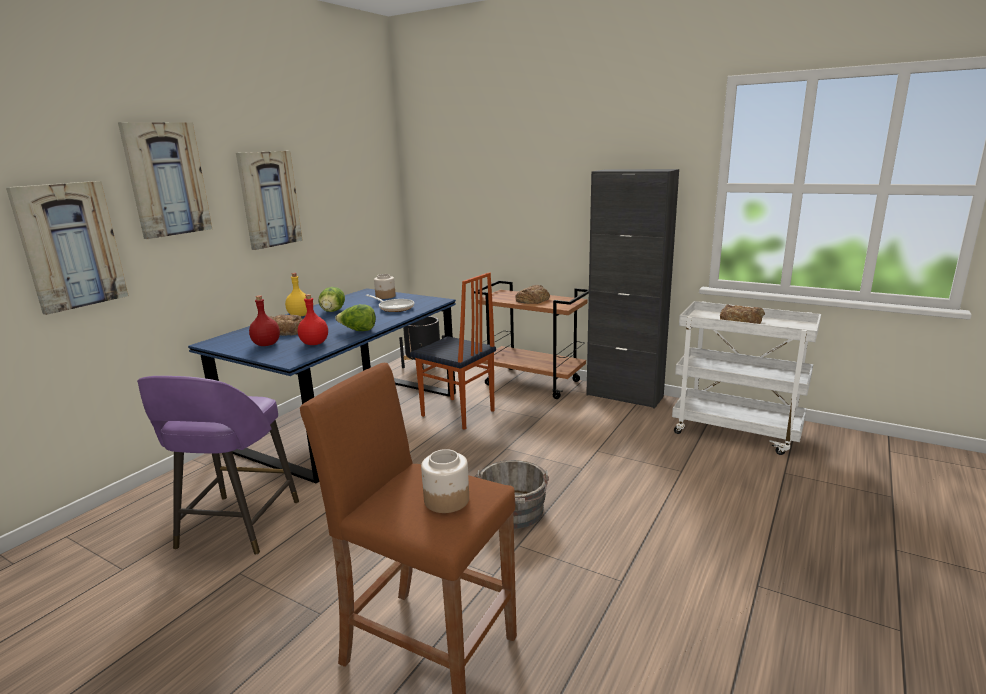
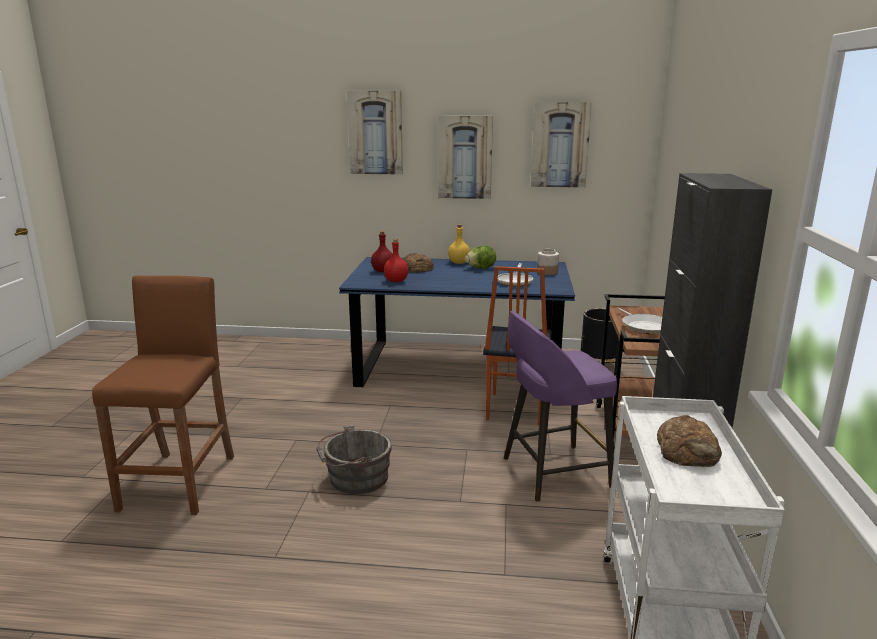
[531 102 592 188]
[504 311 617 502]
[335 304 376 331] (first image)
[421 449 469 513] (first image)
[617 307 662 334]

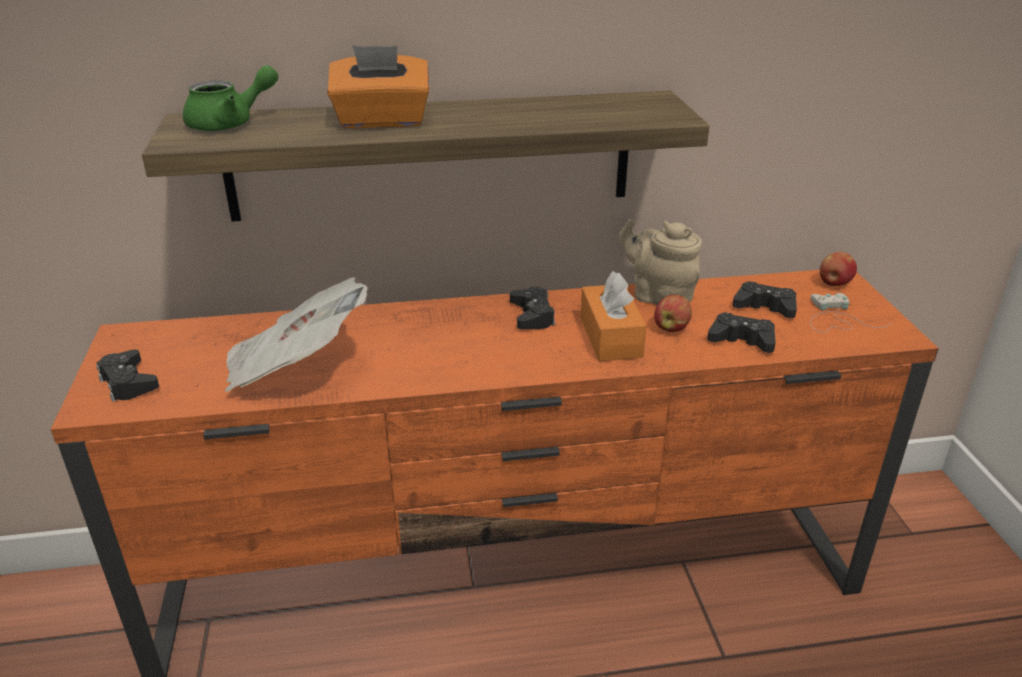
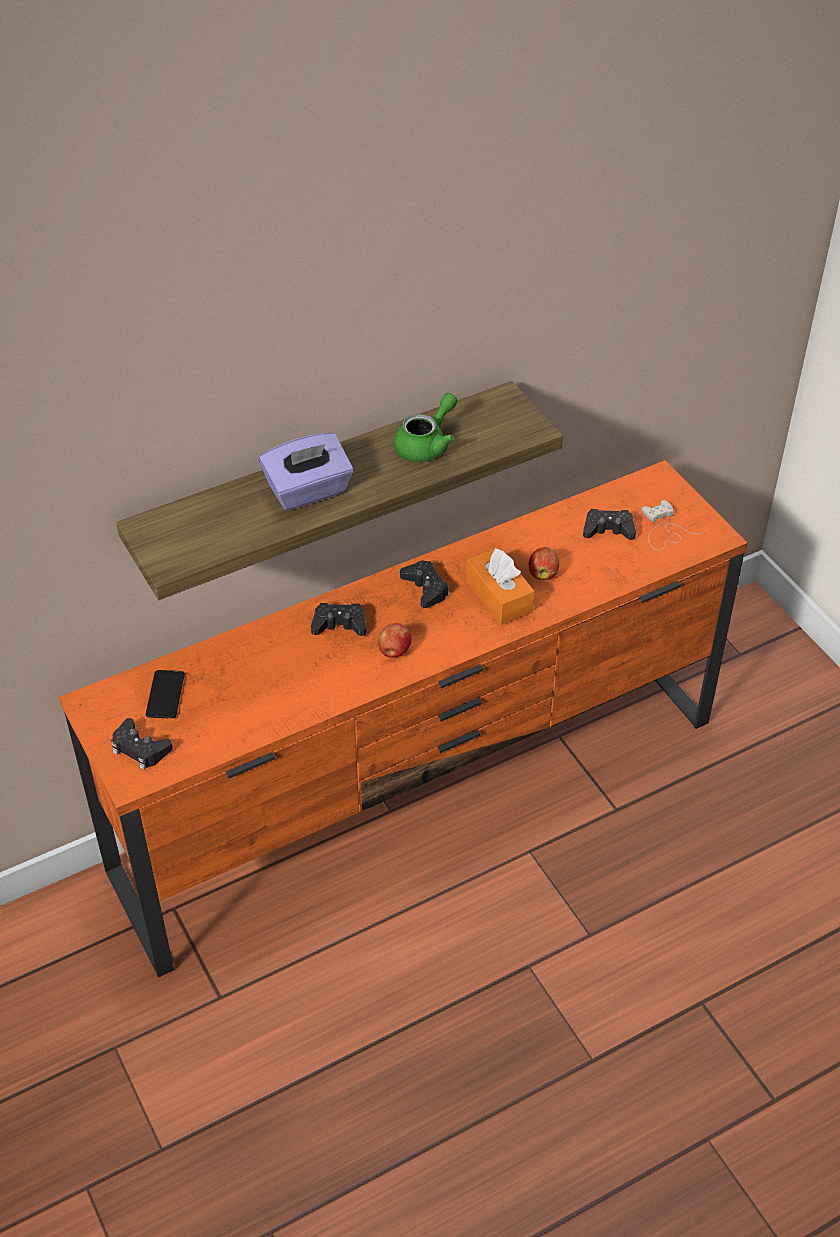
[394 393 457 462]
[225 277 367 392] (first image)
[259 433 353 510]
[619 219 702 305] (first image)
[311 603 366 636]
[378 623 412 658]
[145 670 185 719]

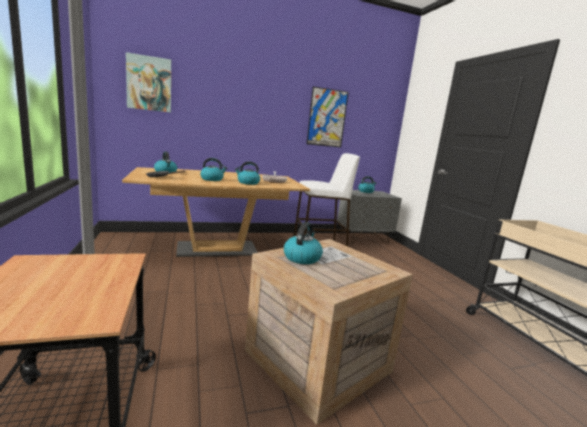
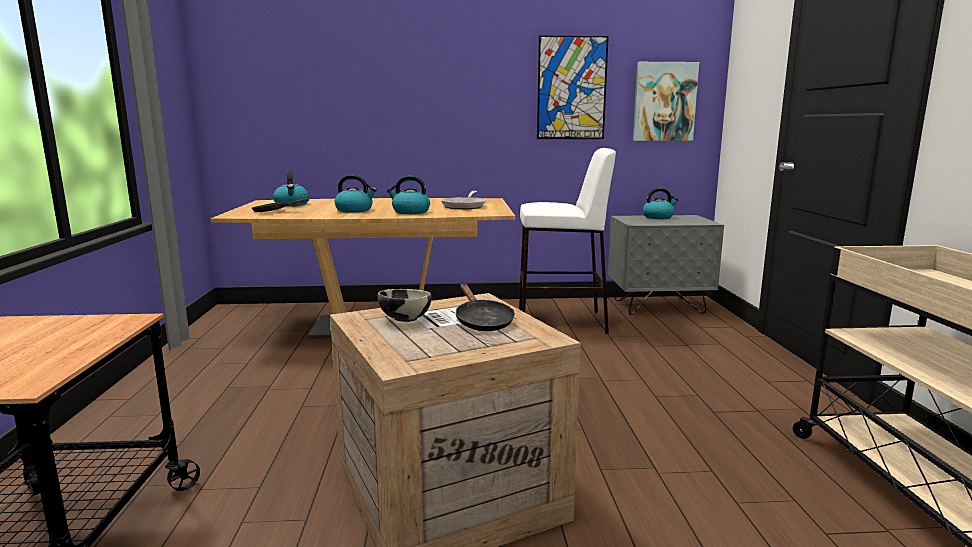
[633 62 699 141]
[378 289 432 322]
[456 284 515 331]

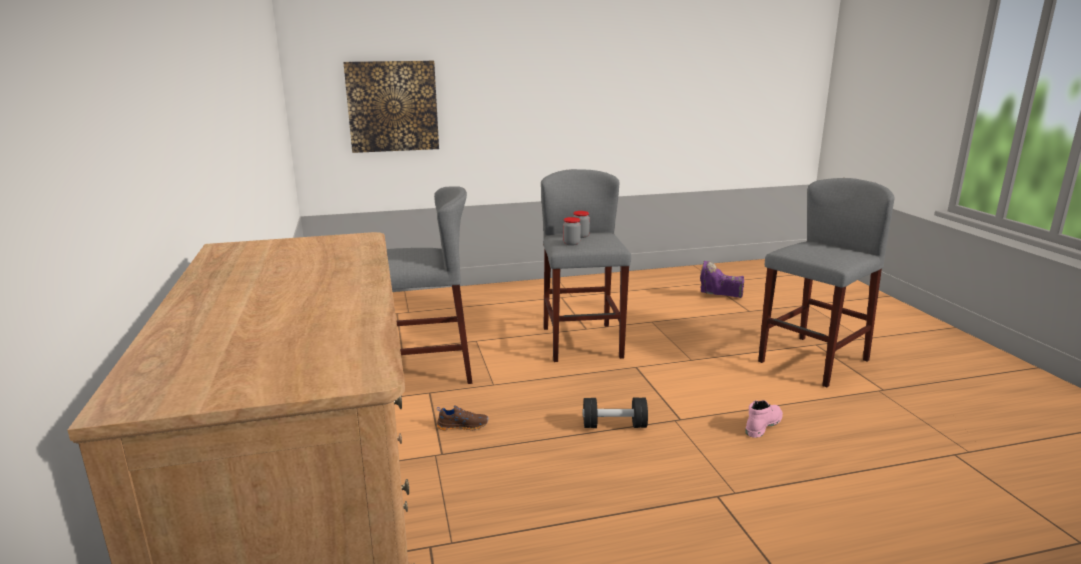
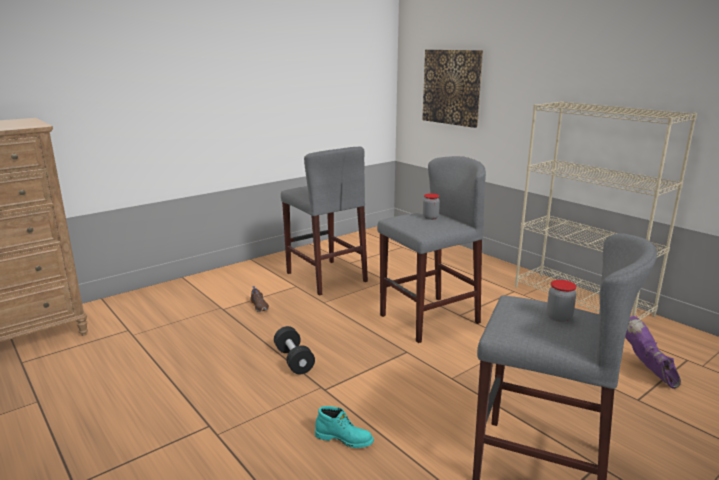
[547 280 577 322]
[315 406 374 448]
[515 101 697 320]

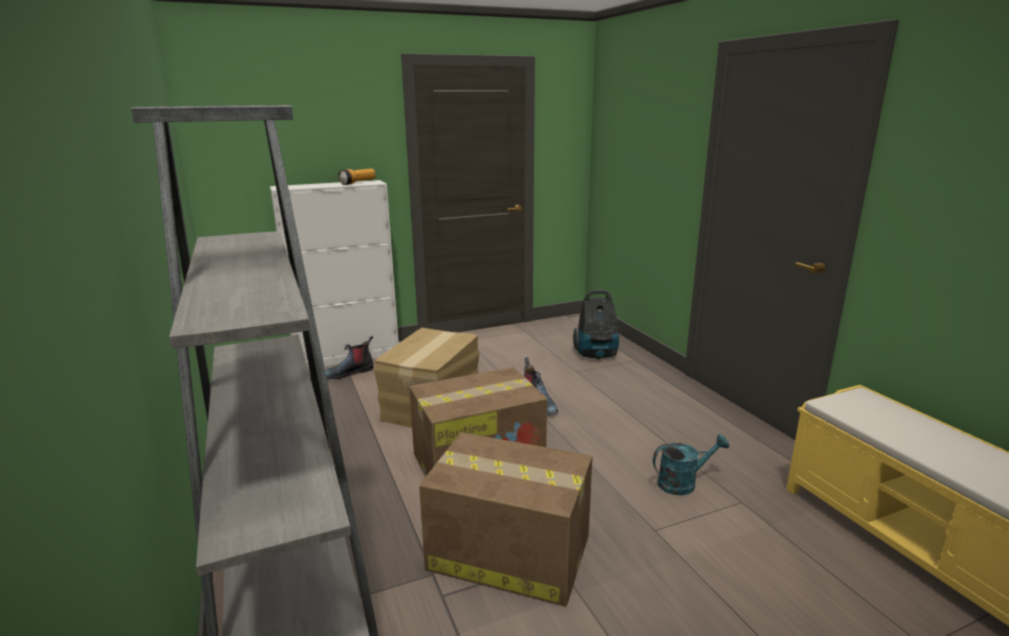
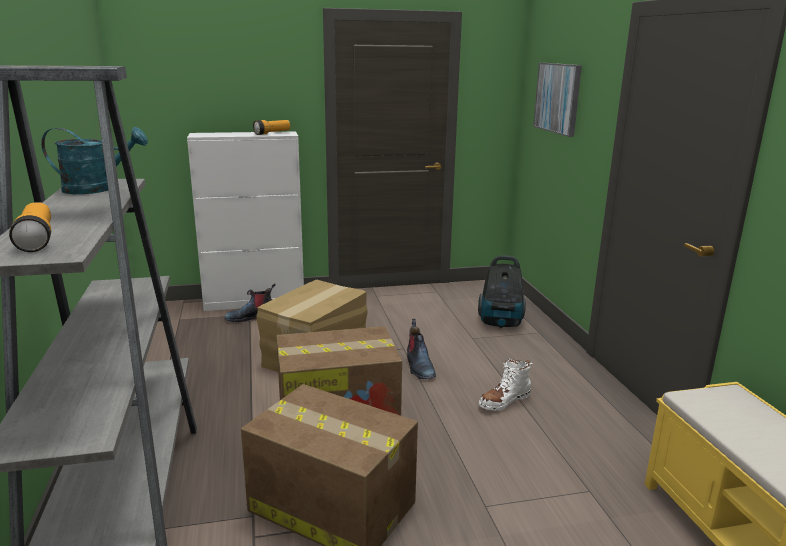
[41 127 148 194]
[9 202 51 252]
[478 358 532 411]
[533 63 582 137]

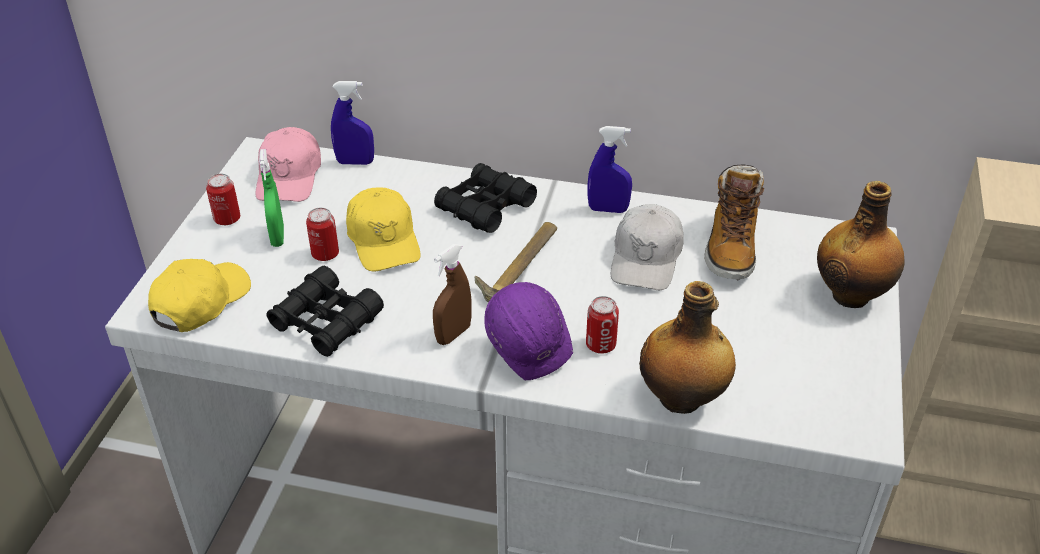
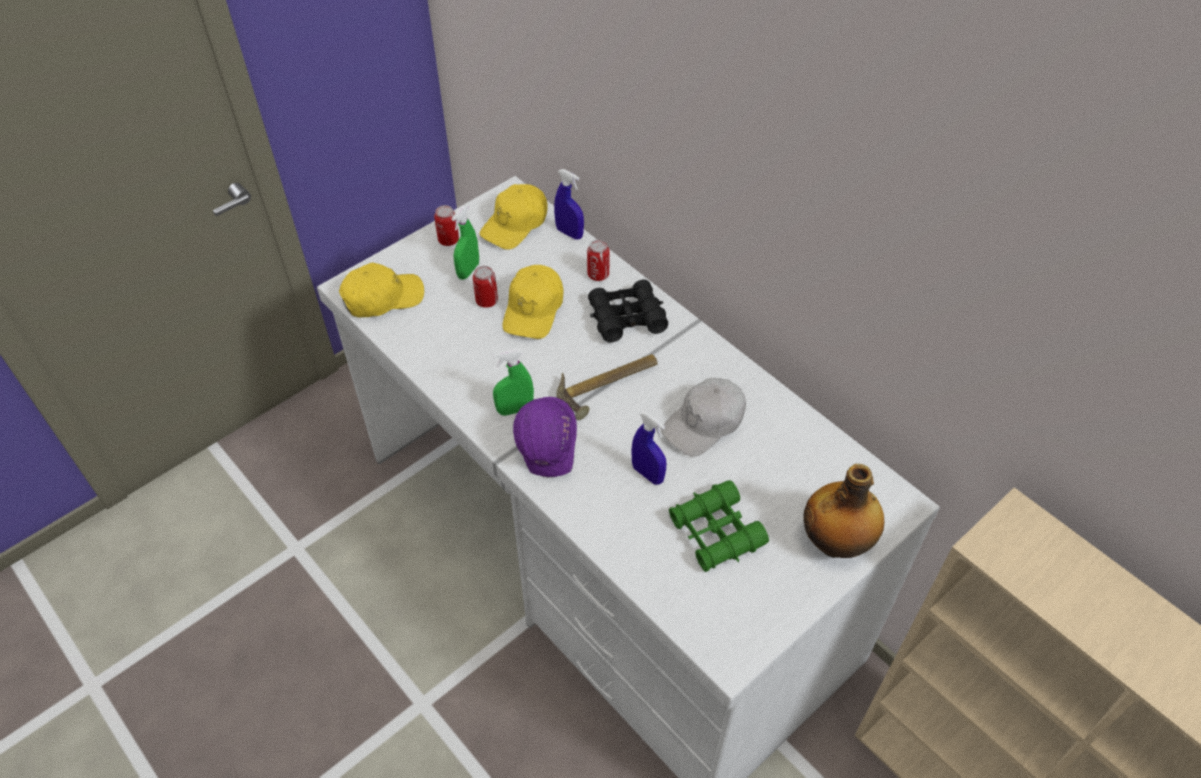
[480 184 548 250]
[267 266 384 357] (first image)
[493 349 534 416]
[587 240 609 281]
[631 411 666 485]
[639 281 736 414] (first image)
[704 165 765 281] (first image)
[669 480 769 572]

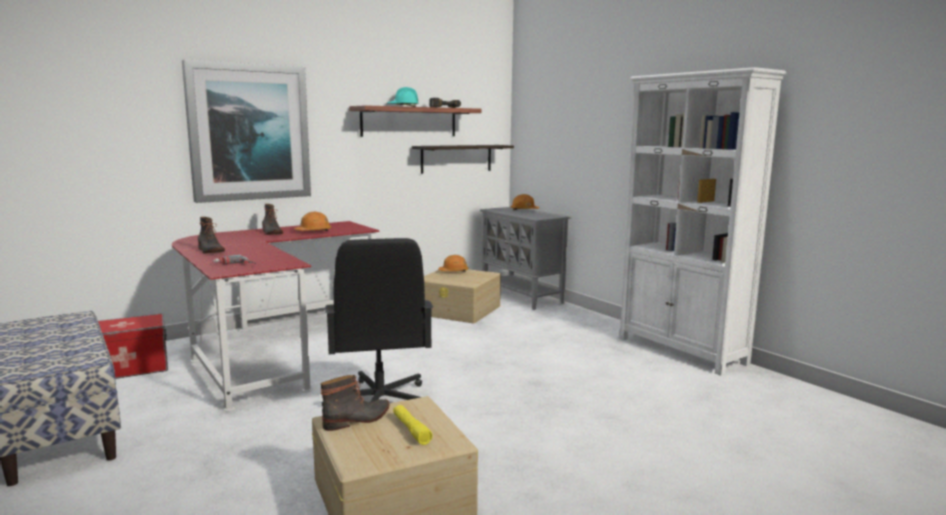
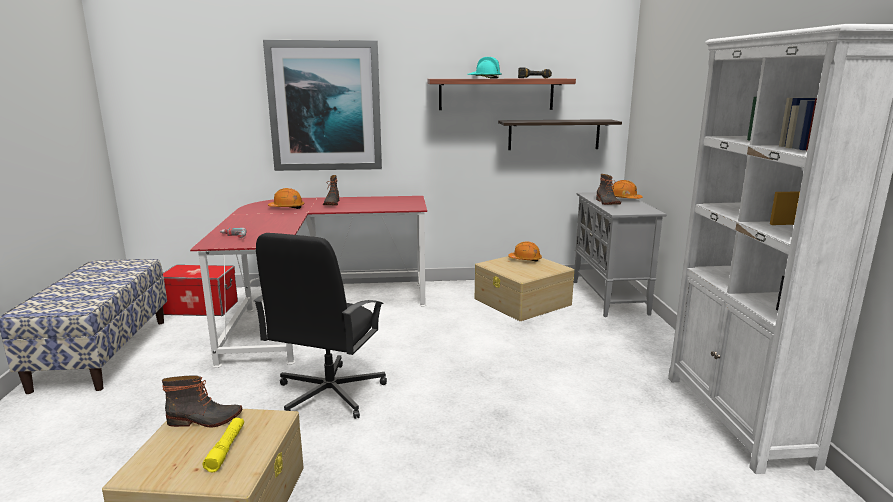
[596 174 621 205]
[268 188 305 209]

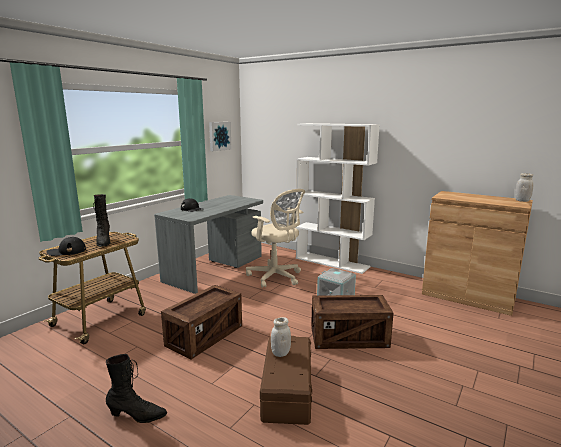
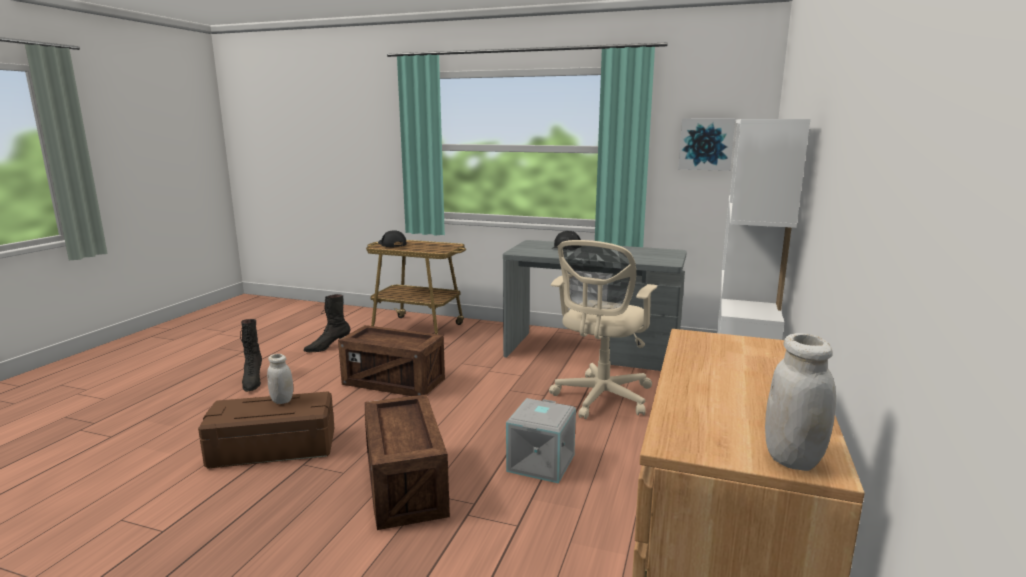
[303 294 350 352]

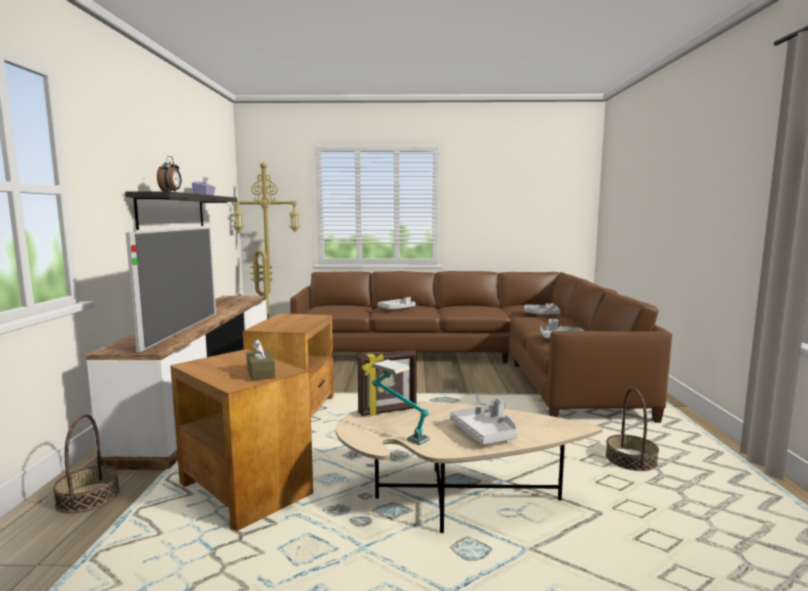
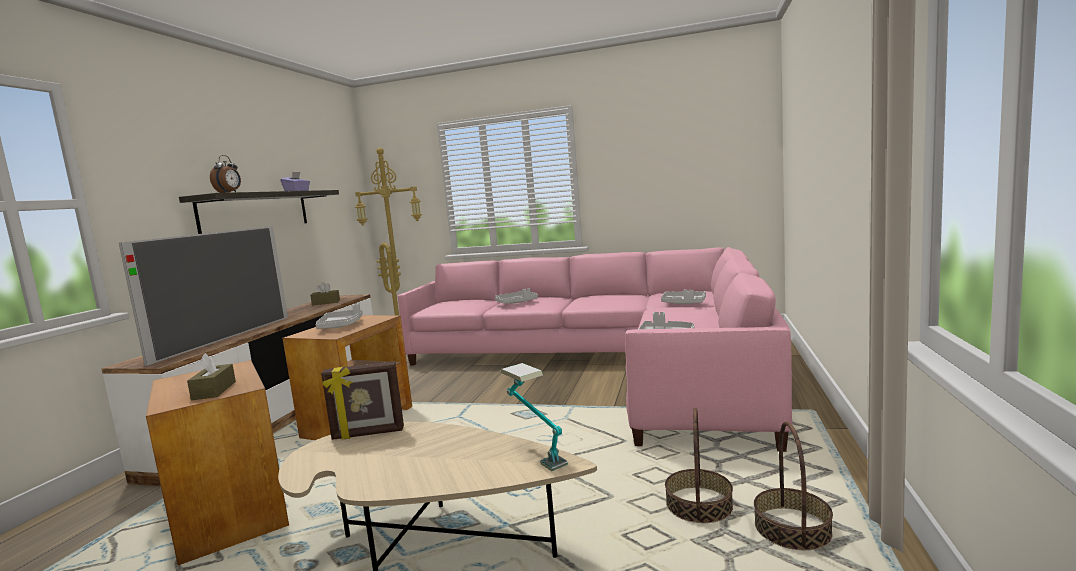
[754 422 833 550]
[398 247 792 452]
[500 363 568 471]
[315 302 363 329]
[310 282 340 306]

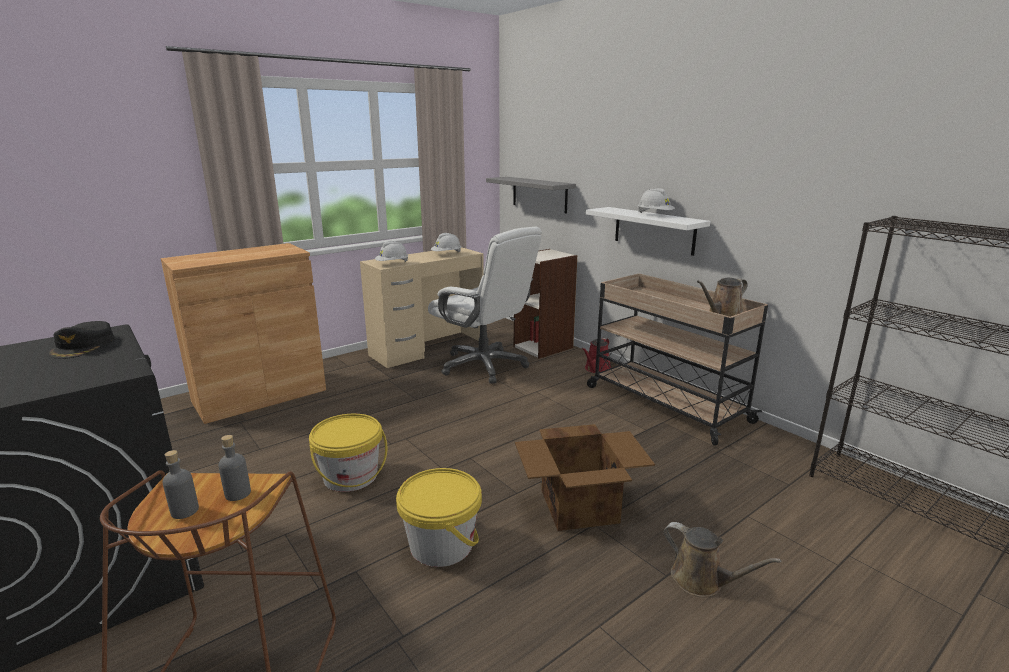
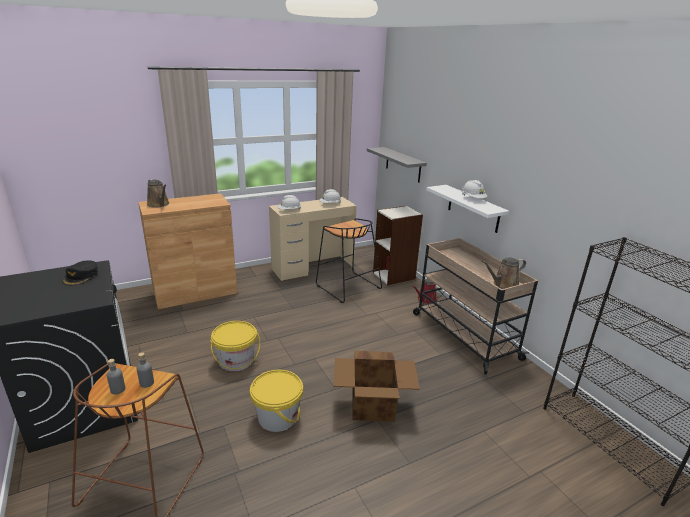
[316 218 382 303]
[147 179 170 208]

